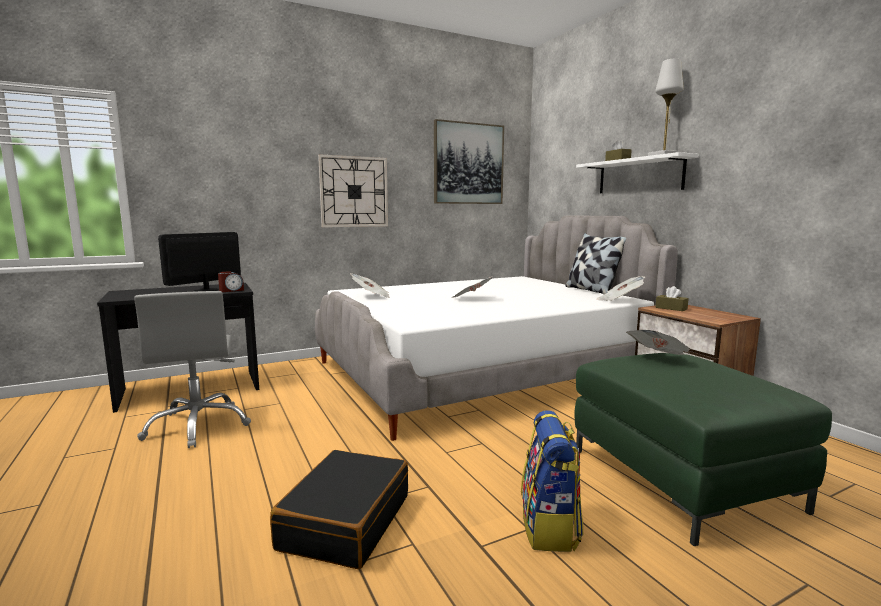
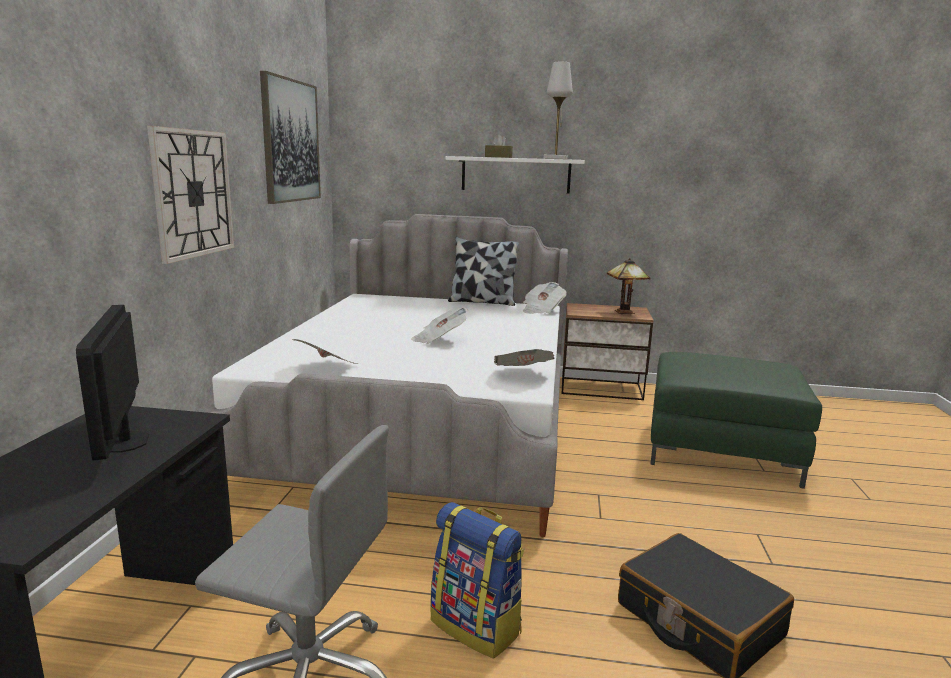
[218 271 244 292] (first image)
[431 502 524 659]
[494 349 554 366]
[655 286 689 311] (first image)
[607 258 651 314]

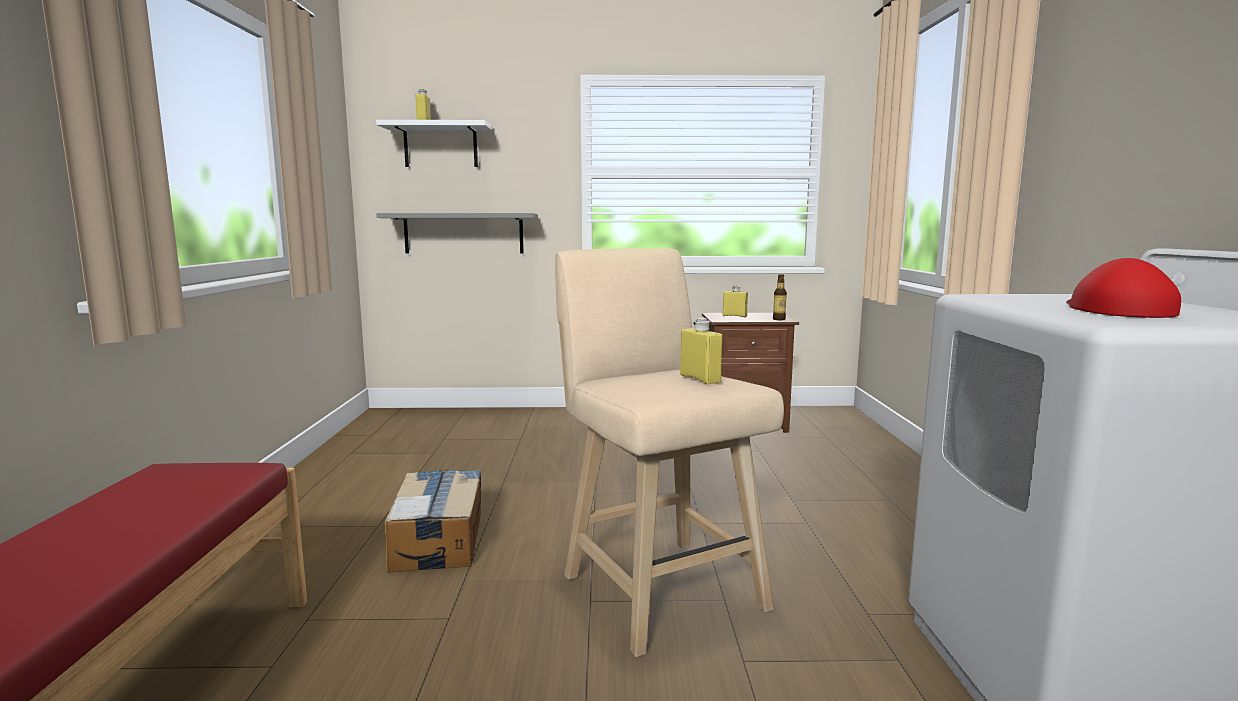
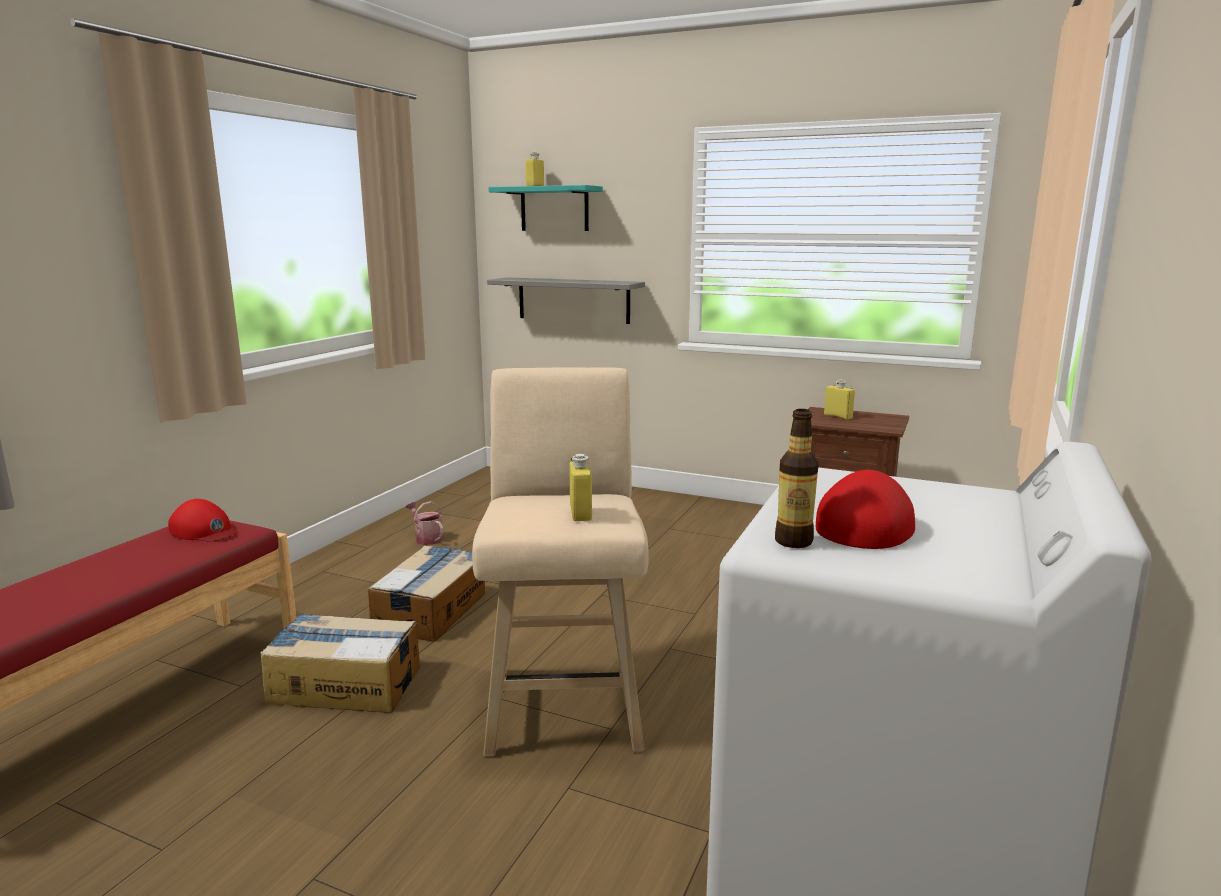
[489 185 603 231]
[775 409 819 548]
[168 499 238 542]
[260 613 420 713]
[406 501 443 545]

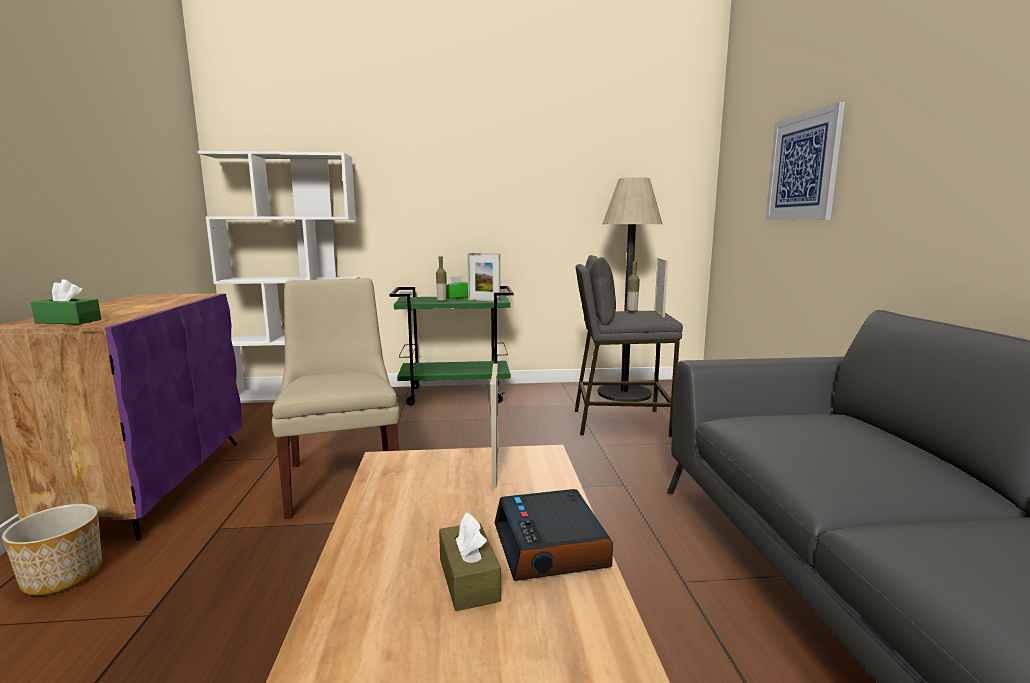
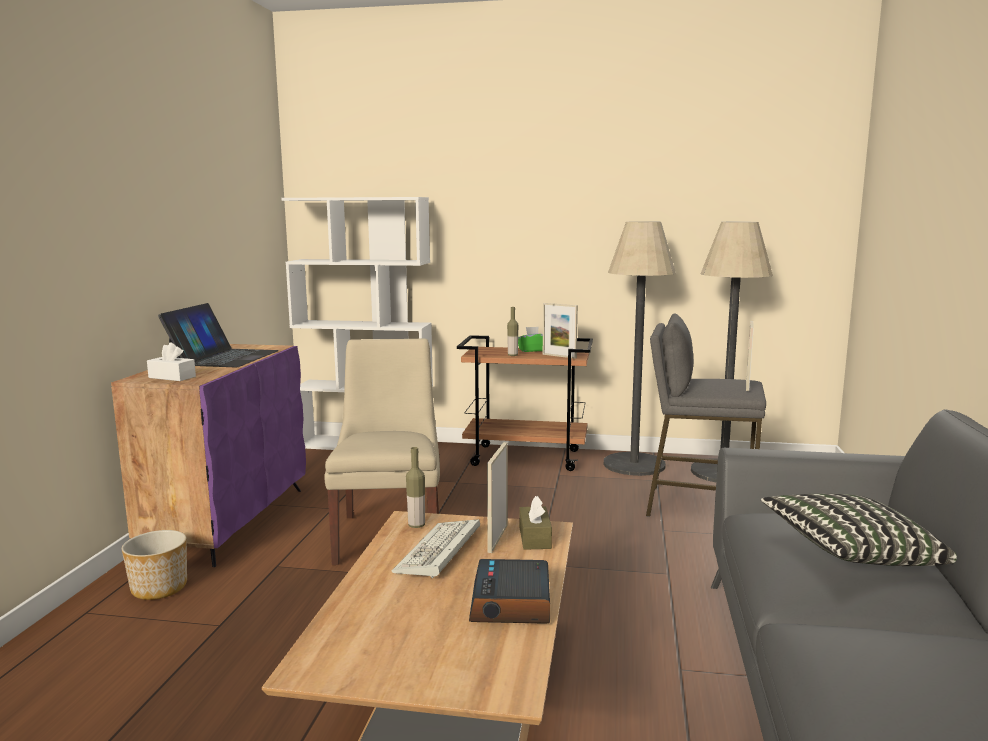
[147 342 196 381]
[457 335 593 471]
[519 496 552 550]
[406 447 425 528]
[765 102 845 220] (first image)
[158 303 278 367]
[392 519 480 578]
[604 221 676 476]
[761 494 957 566]

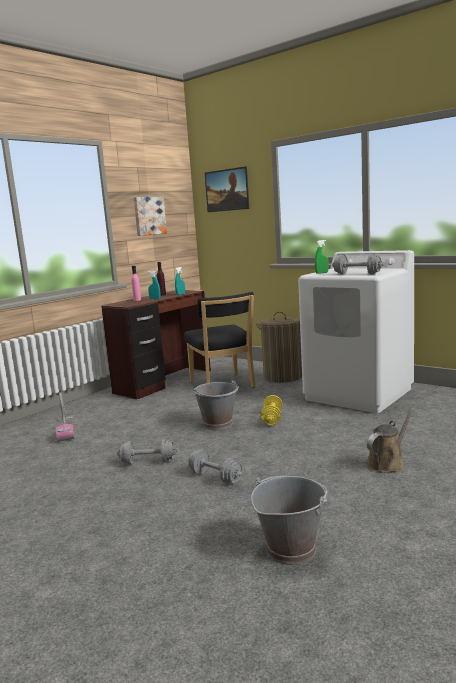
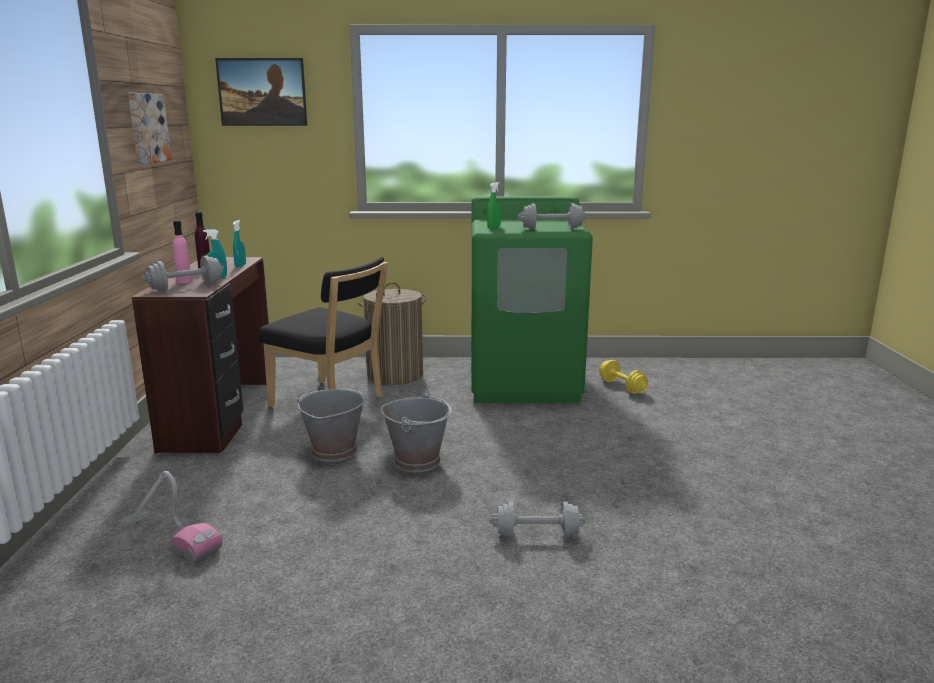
[142 256 224 291]
[295 389 368 462]
[599 360 648 394]
[471 196 593 403]
[366 407 415 473] (first image)

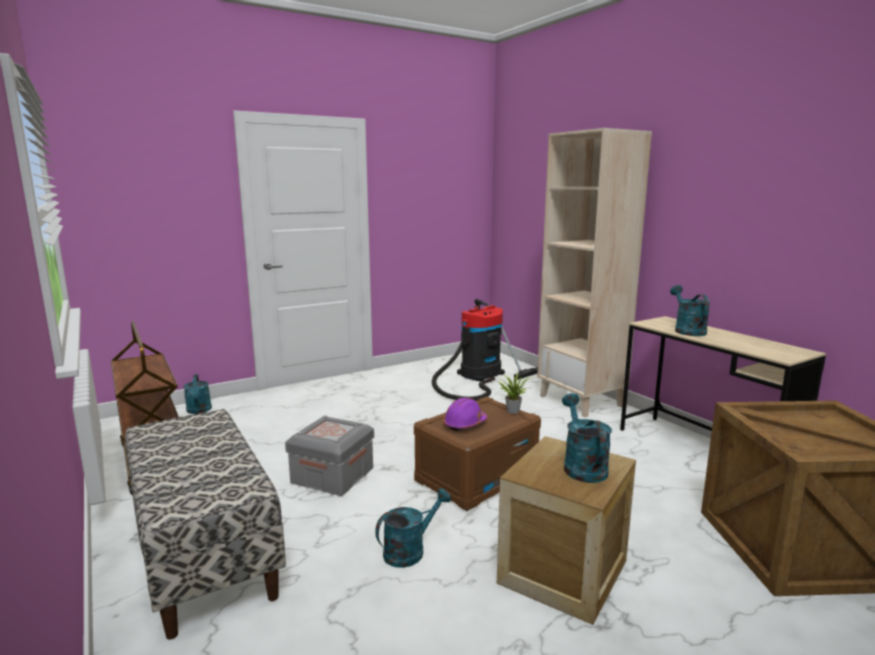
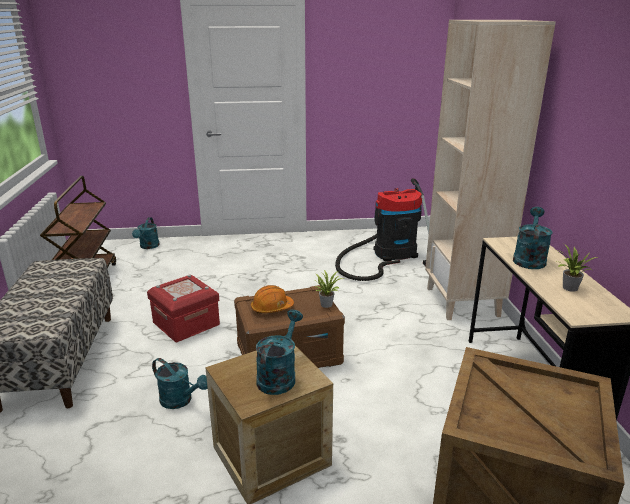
[147 274 220 342]
[152 358 207 409]
[251 285 294 313]
[557 244 599 292]

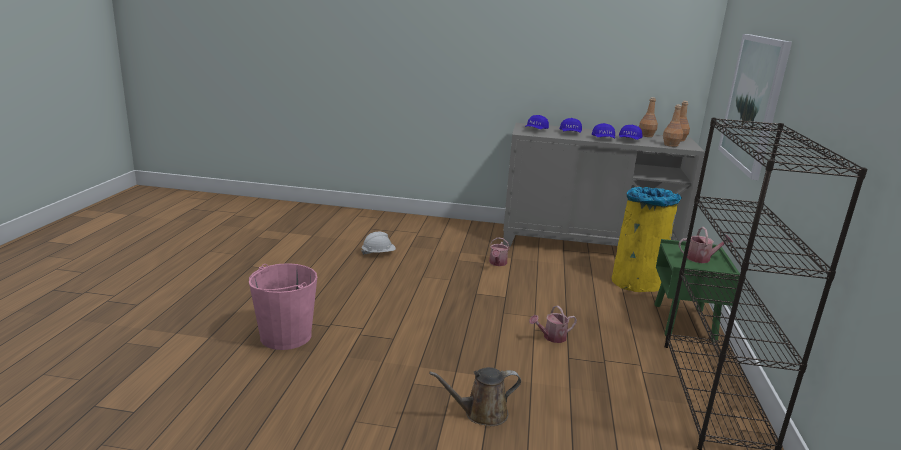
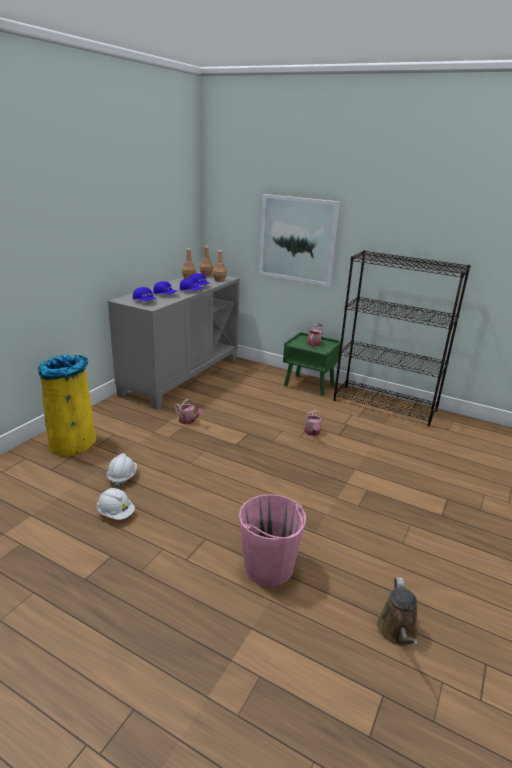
[377 577 418 646]
[38 355 96 456]
[97 488 135 520]

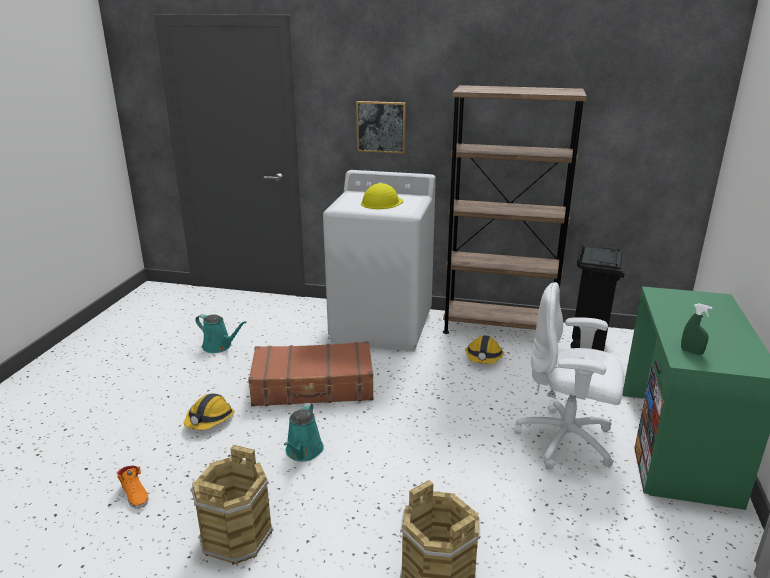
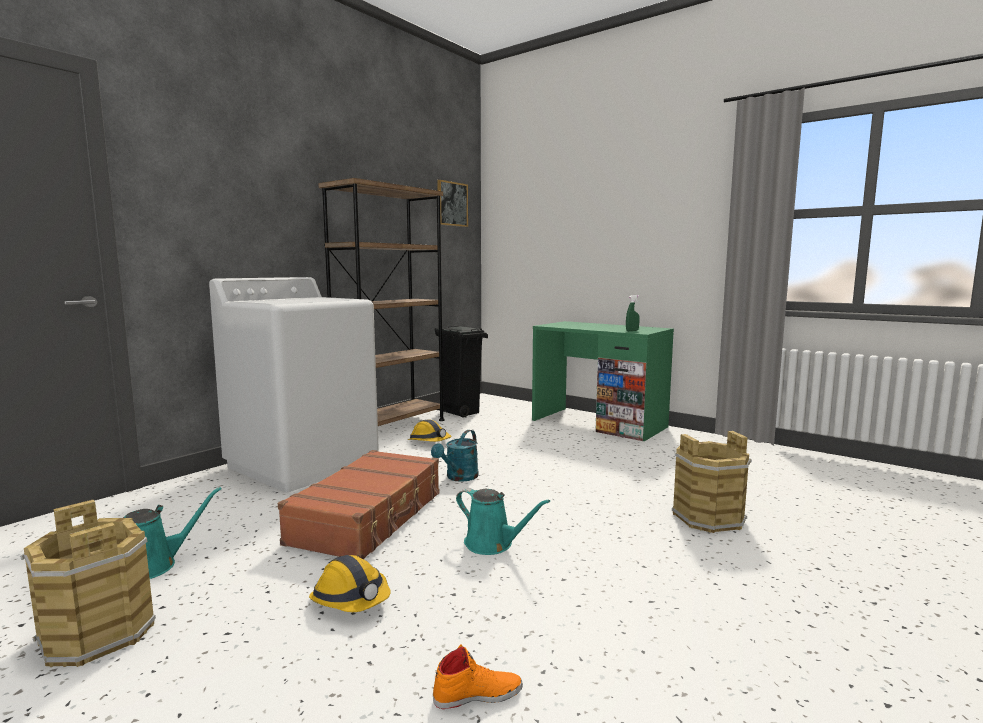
[21 500 156 667]
[437 180 468 227]
[361 183 403 209] (first image)
[514 282 624 469] (first image)
[431 430 479 482]

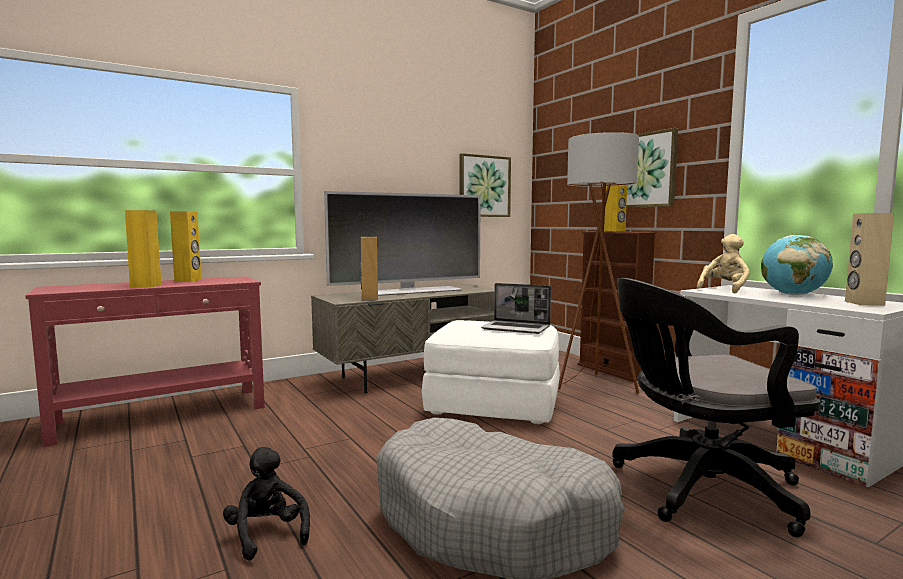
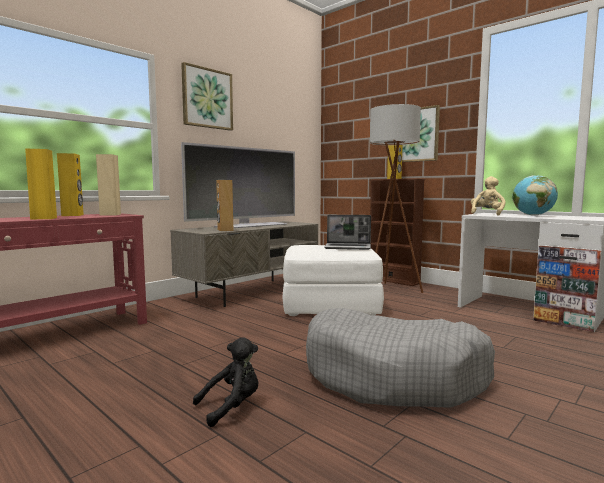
[193 337 259 427]
[181 62 233 131]
[612 278 821 538] (first image)
[96 154 121 216]

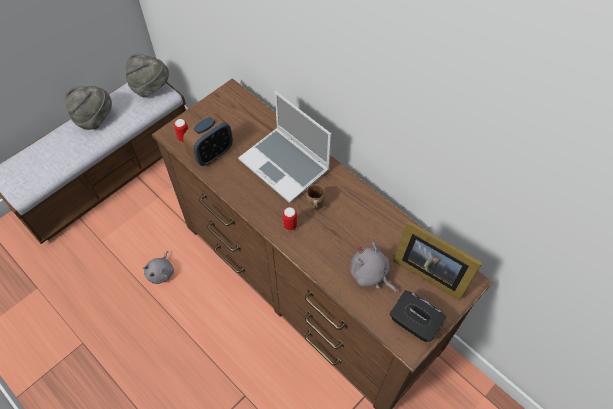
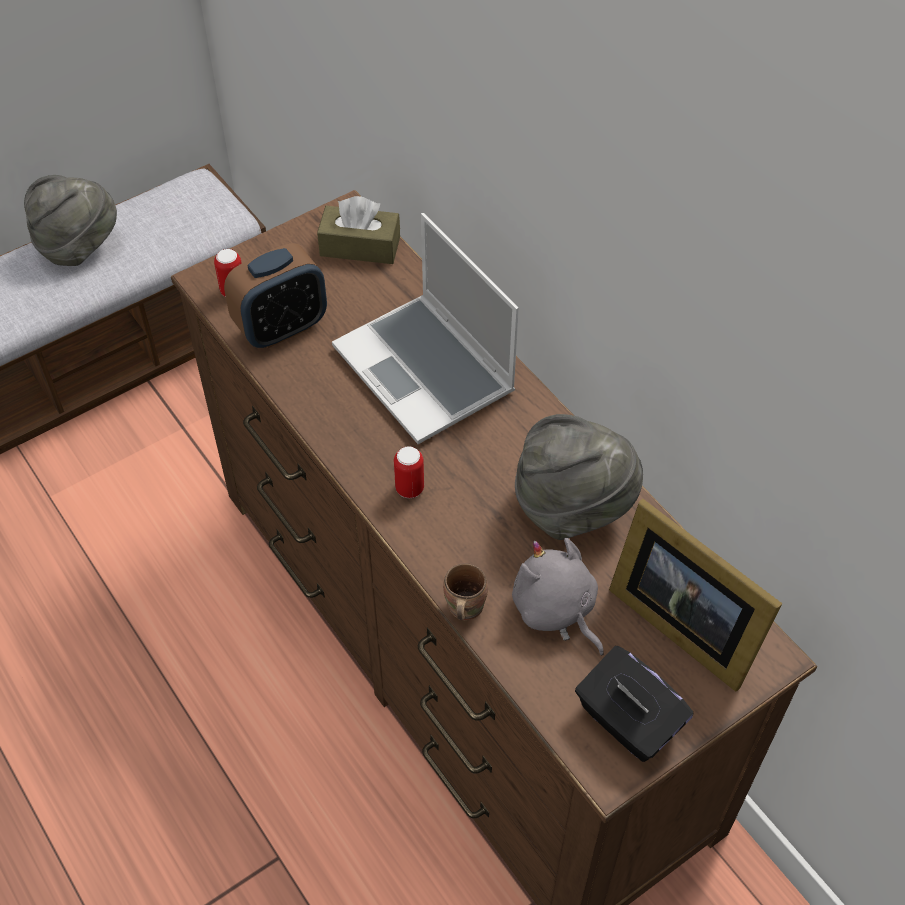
[515 414 643 540]
[143 251 174 284] (first image)
[443 563 488 620]
[317 196 400 264]

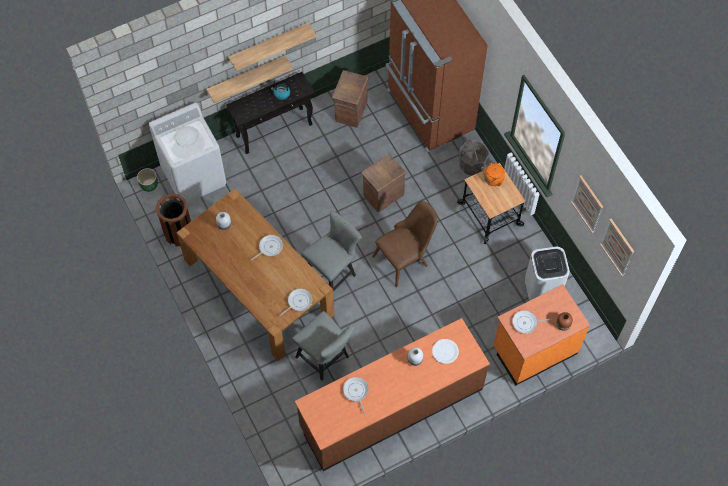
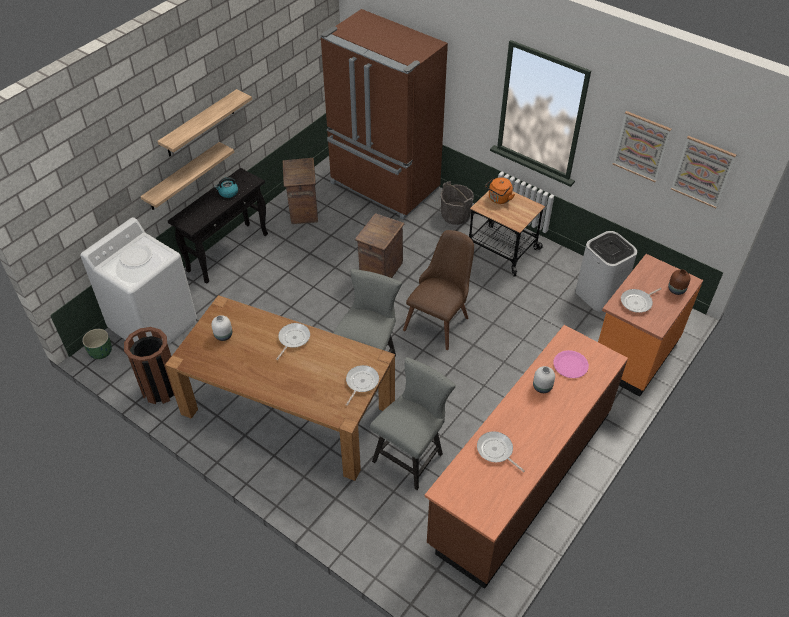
[370 357 456 490]
[553 350 589 378]

